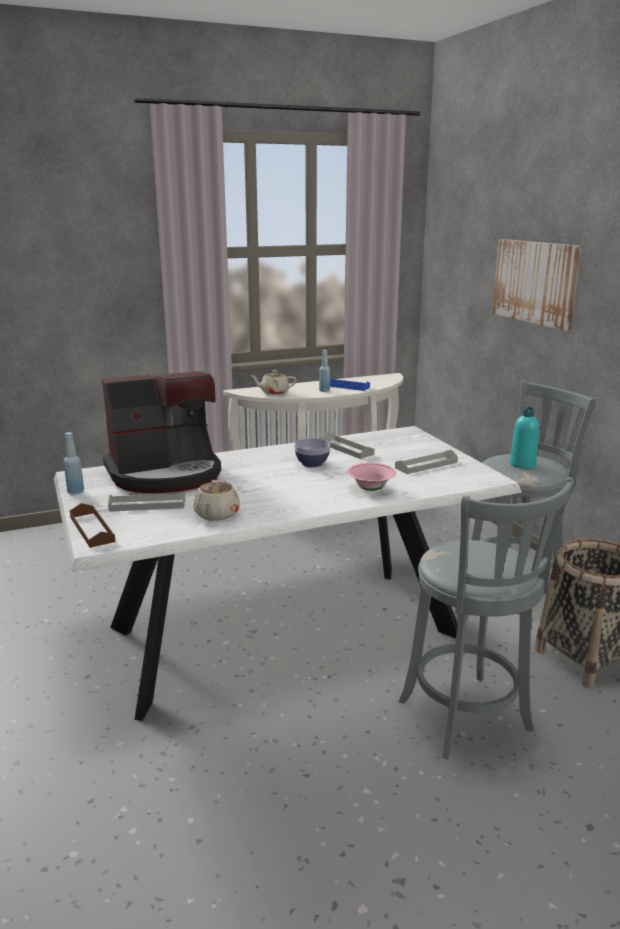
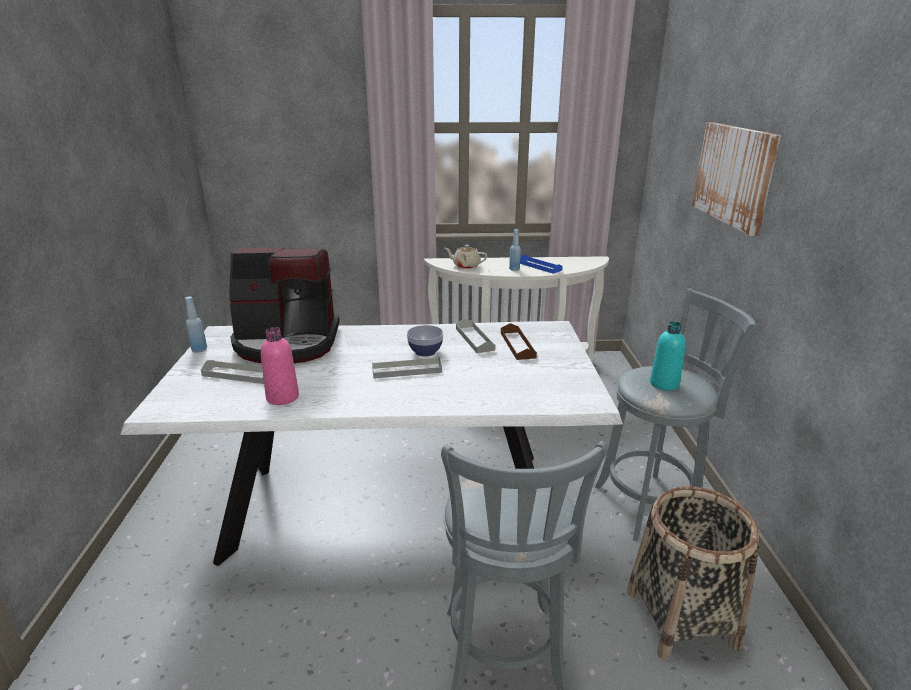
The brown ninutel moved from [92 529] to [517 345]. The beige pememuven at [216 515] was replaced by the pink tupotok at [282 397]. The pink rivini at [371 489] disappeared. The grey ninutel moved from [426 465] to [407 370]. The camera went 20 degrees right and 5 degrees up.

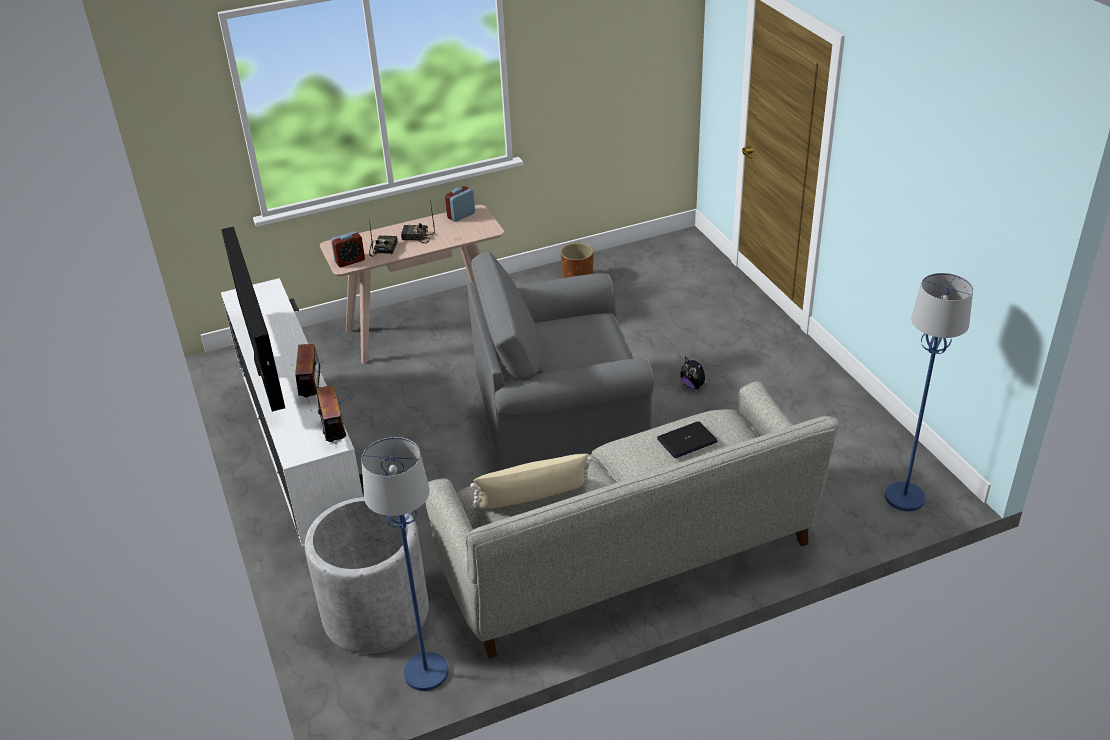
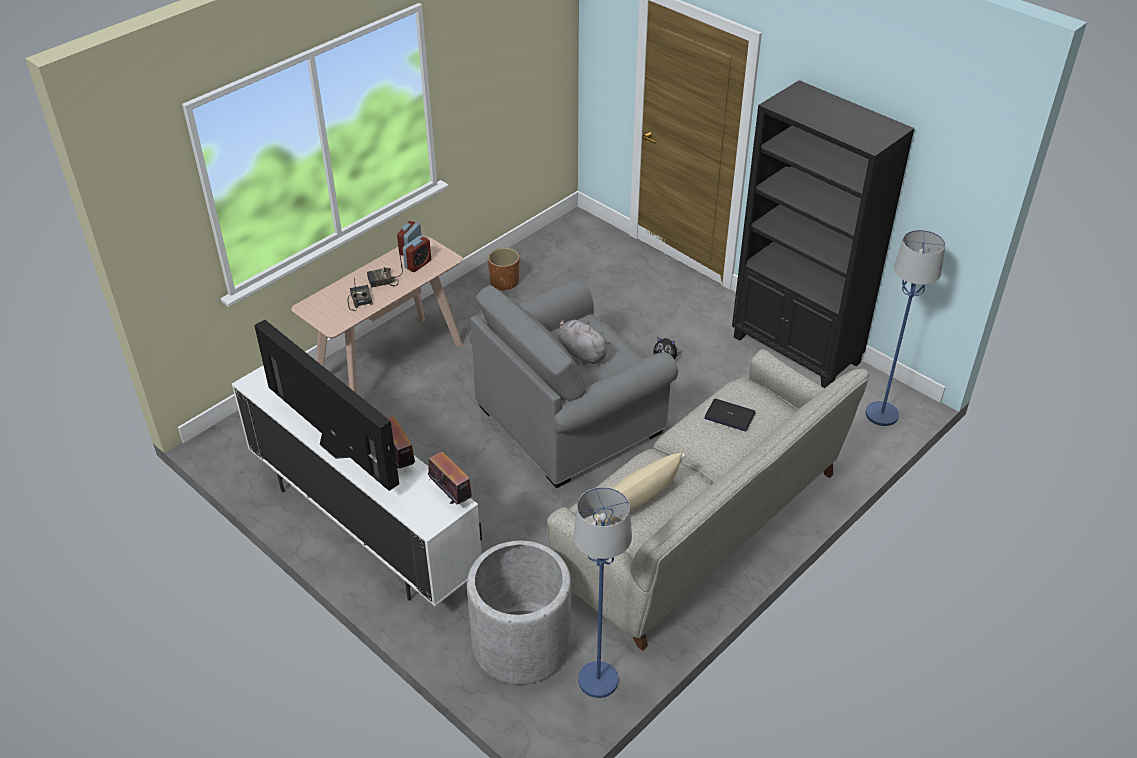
The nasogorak moved from [350 261] to [418 264]. The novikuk at [687 440] turned 75 degrees clockwise. The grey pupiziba at [580 353] appeared. The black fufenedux at [796 351] appeared. The camera went 25 degrees left and 5 degrees up.

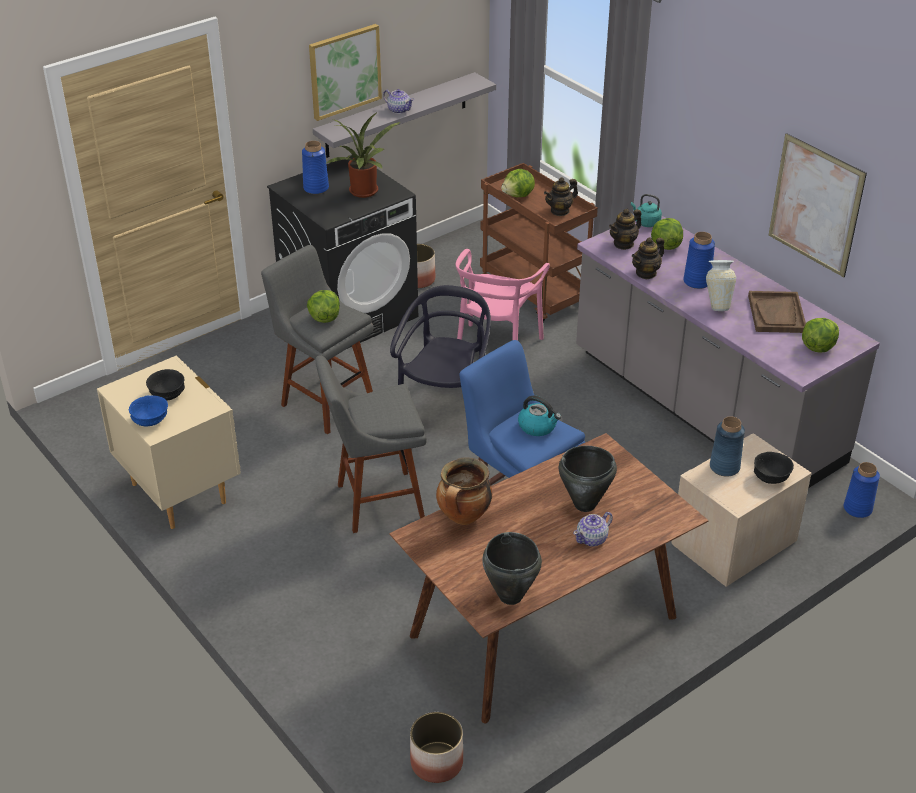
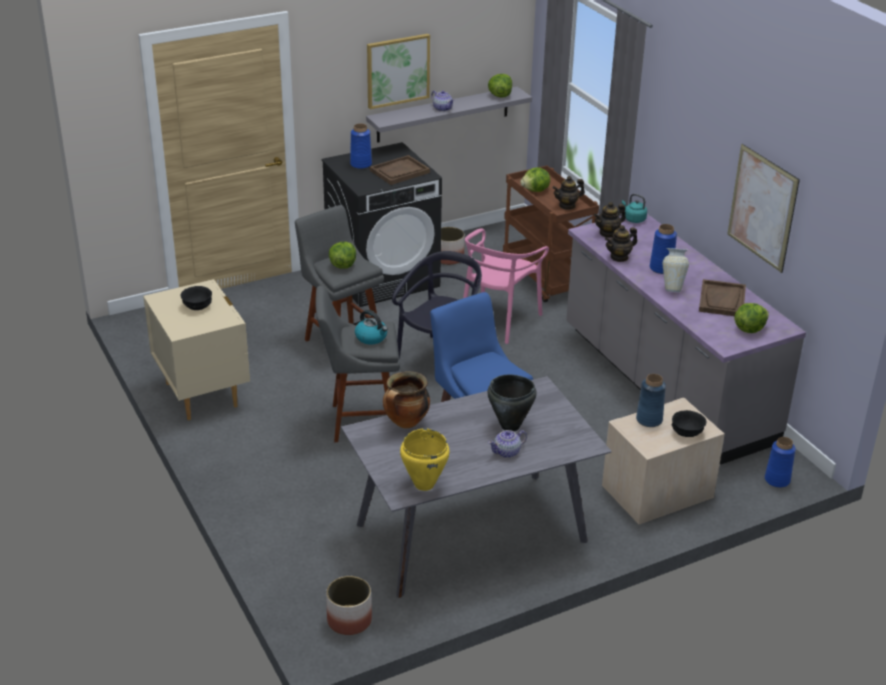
The blue rivini at [150 421] disappeared. The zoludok at [364 193] was replaced by the brown ninutel at [399 172]. The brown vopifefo at [544 628] became the grey vopifefo at [471 534]. The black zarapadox at [510 596] became the yellow zarapadox at [424 484]. The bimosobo moved from [538 426] to [371 337]. The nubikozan moved from [665 245] to [500 95]. The camera went 10 degrees right and 5 degrees down.

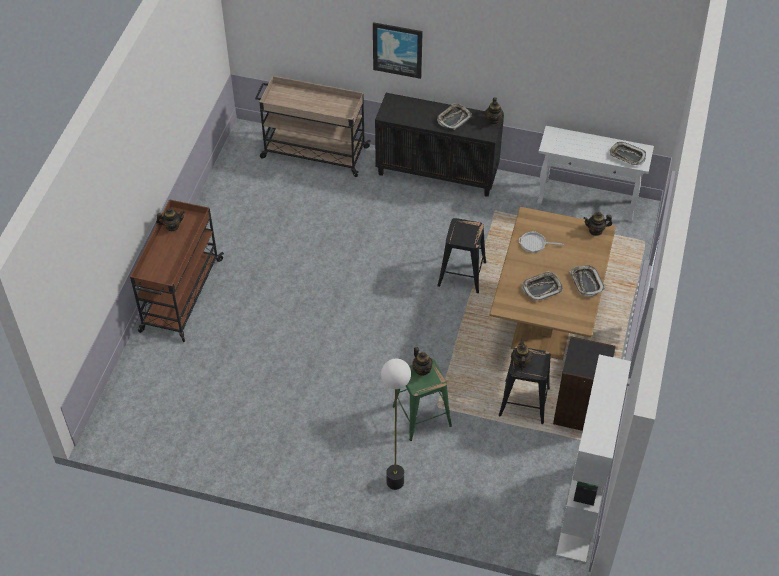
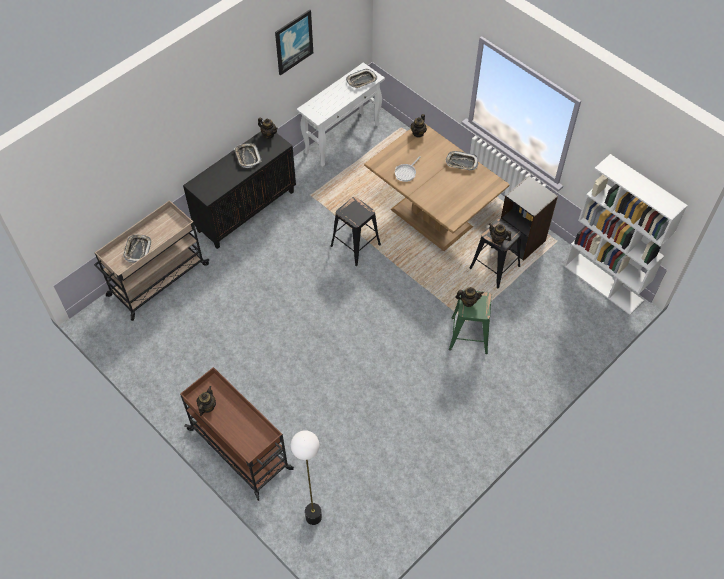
The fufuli moved from [397 49] to [293 42]. The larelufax moved from [395 482] to [314 516]. The ninutel moved from [542 288] to [137 249]. The camera went 60 degrees left and 5 degrees up.

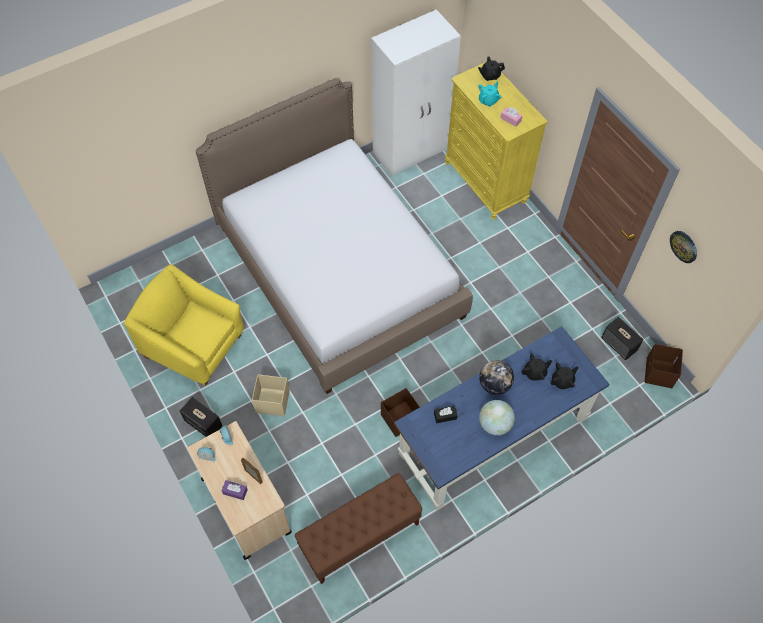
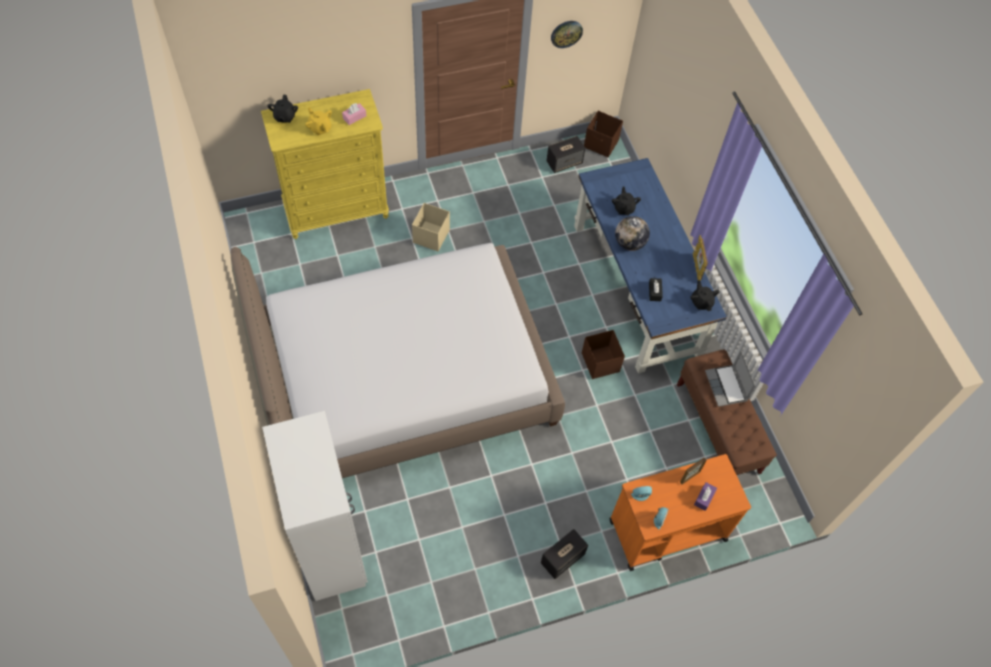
The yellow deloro at [194 345] disappeared. The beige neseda at [245 504] became the orange neseda at [667 530]. The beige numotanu moved from [272 401] to [430 236]. The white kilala moved from [411 151] to [331 547]. The turquoise pememuven at [488 100] became the yellow pememuven at [320 128]. The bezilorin at [494 424] disappeared. The black pememuven moved from [562 381] to [701 302]. The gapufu at [696 268] appeared. The novikuk at [726 386] appeared. The camera went 80 degrees left and 0 degrees up.

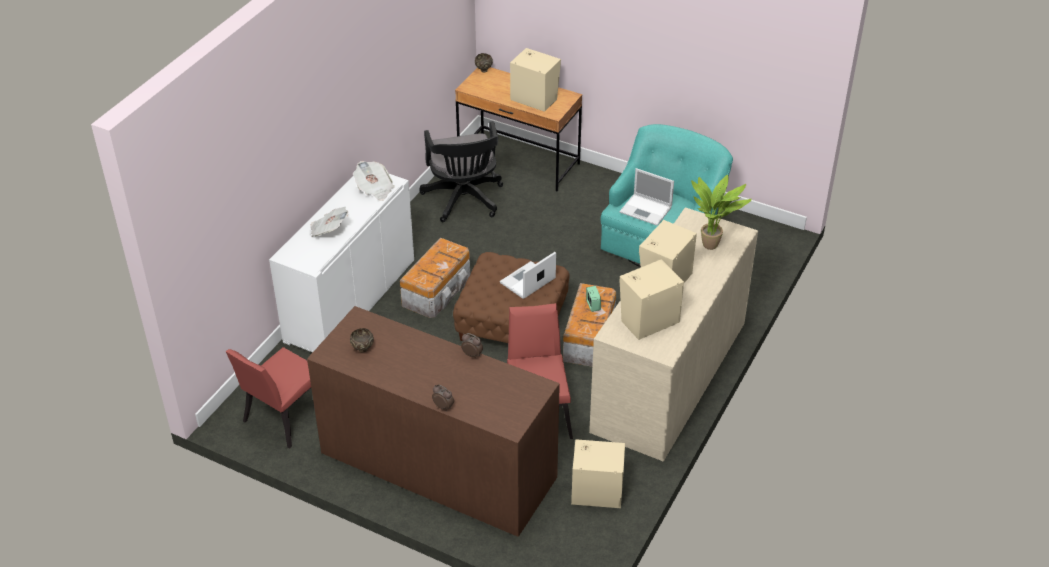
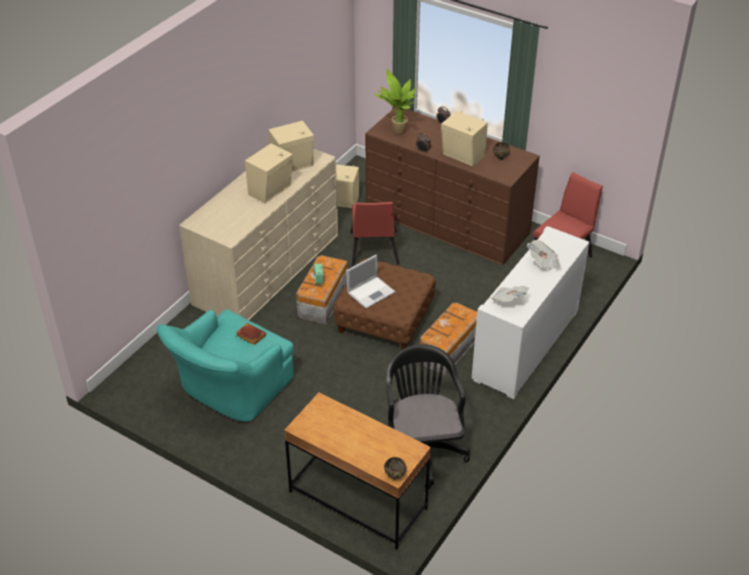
The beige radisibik moved from [534 98] to [463 156]. The novikuk at [646 210] was replaced by the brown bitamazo at [250 336]. The zoludok moved from [712 245] to [397 132]. The camera went 175 degrees left and 0 degrees up.

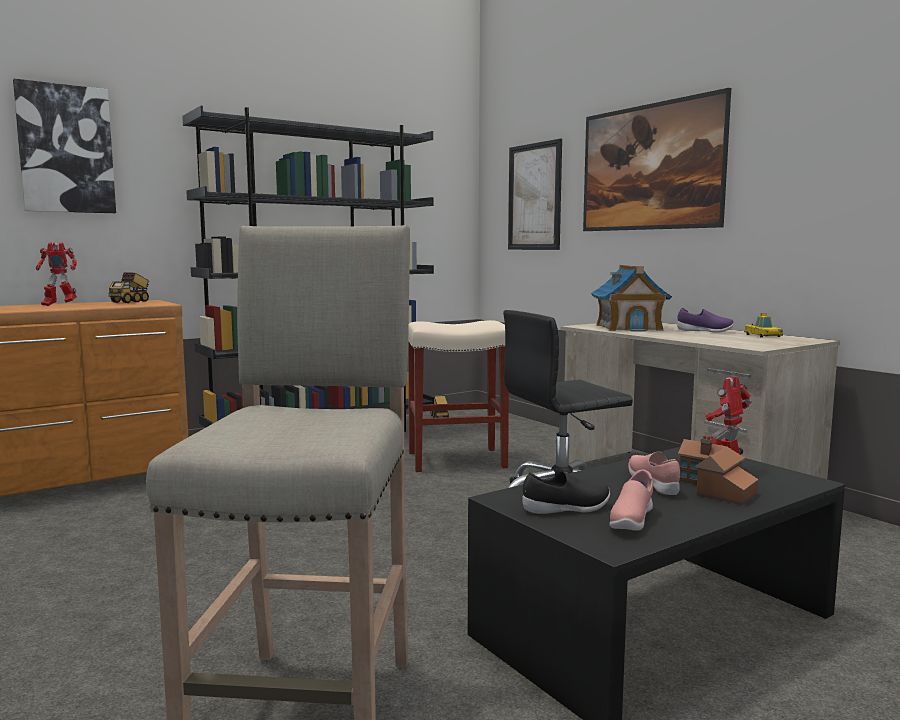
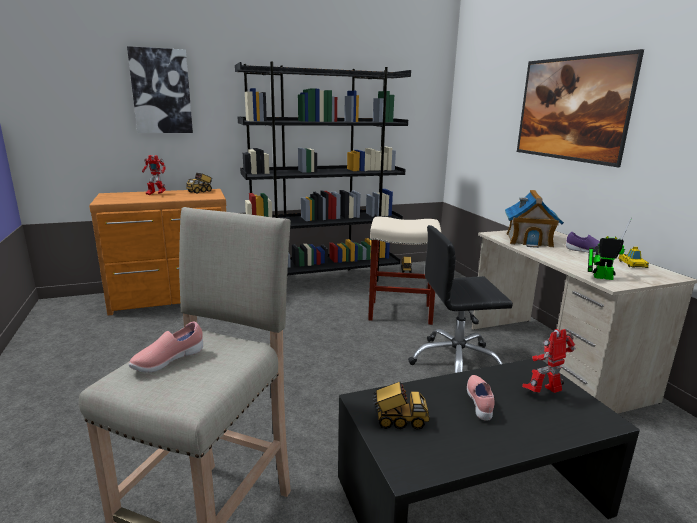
The fufuli at [534 197] disappeared. The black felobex at [567 509] was replaced by the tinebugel at [399 421]. The pink felobex moved from [631 520] to [168 361]. The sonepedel at [714 489] disappeared. The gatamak at [599 277] appeared. The camera went 15 degrees right and 10 degrees up.

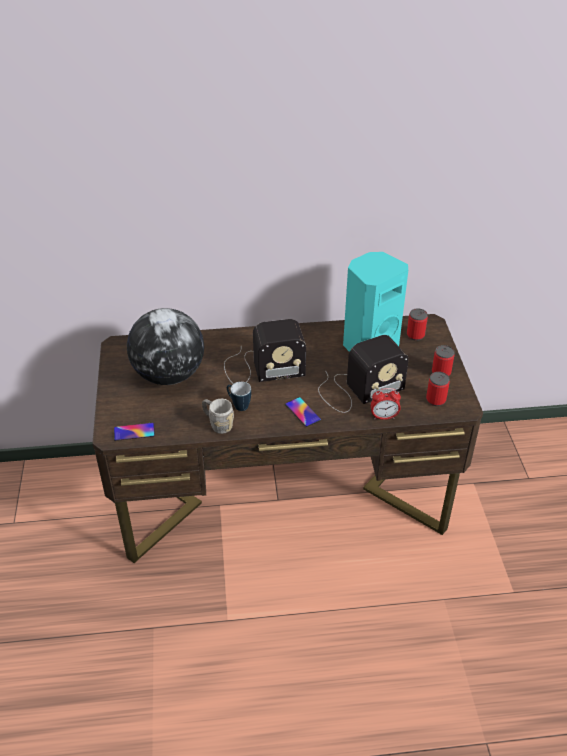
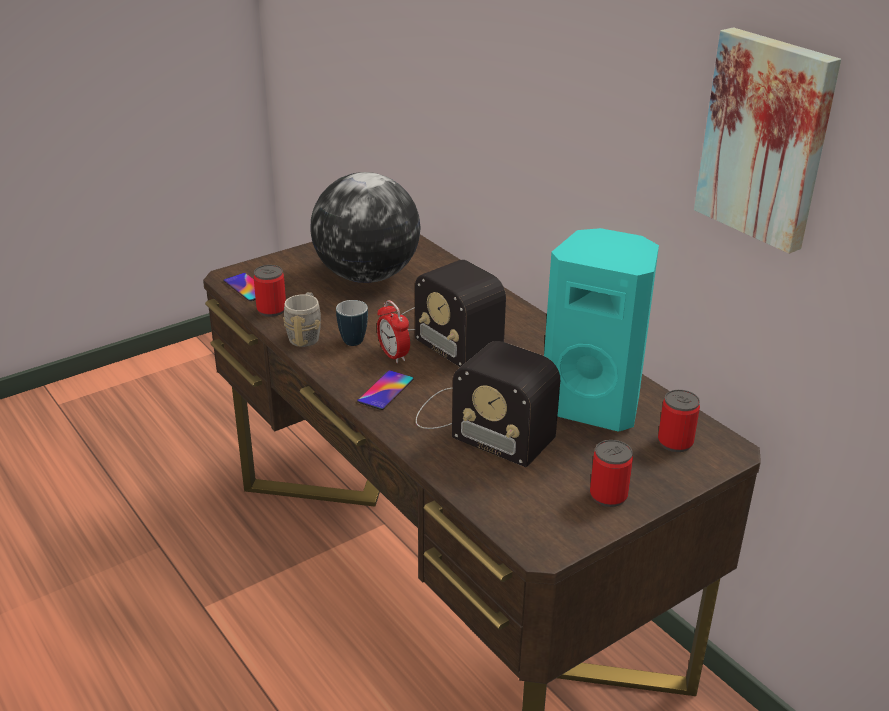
The nasogorak moved from [384 417] to [393 355]. The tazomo moved from [435 400] to [271 310]. The fufuli at [767 139] appeared. The camera went 60 degrees right and 10 degrees down.

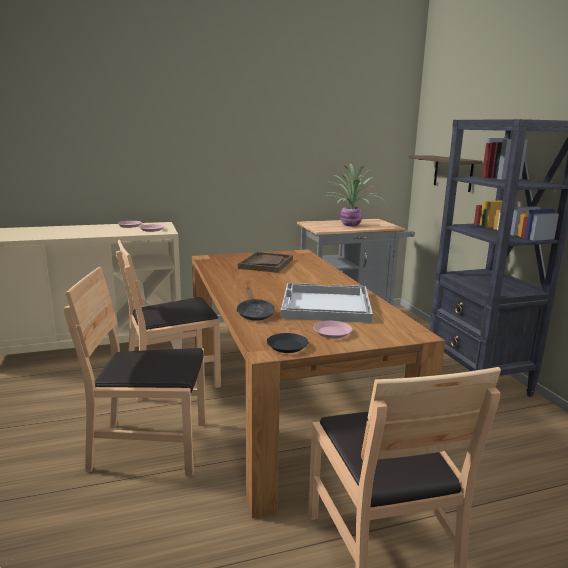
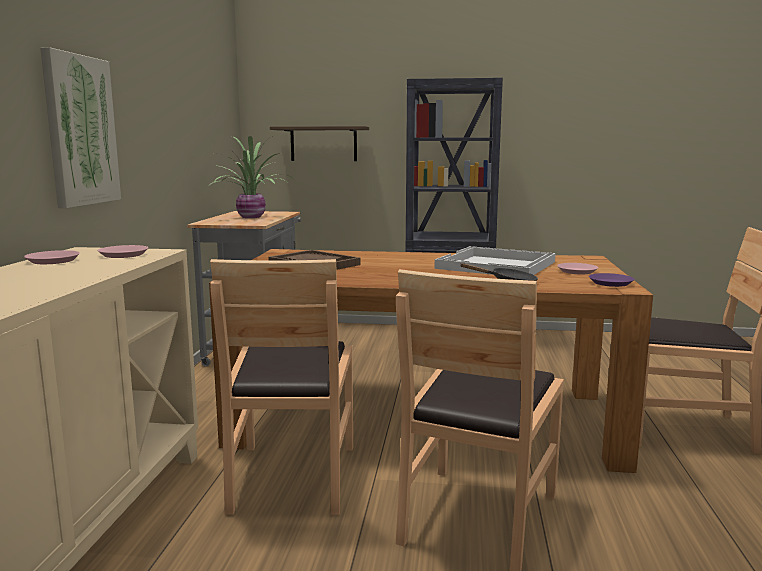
The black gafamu at [287 346] became the purple gafamu at [610 283]. The fufuli at [80 131] appeared. The camera went 65 degrees left and 5 degrees down.

